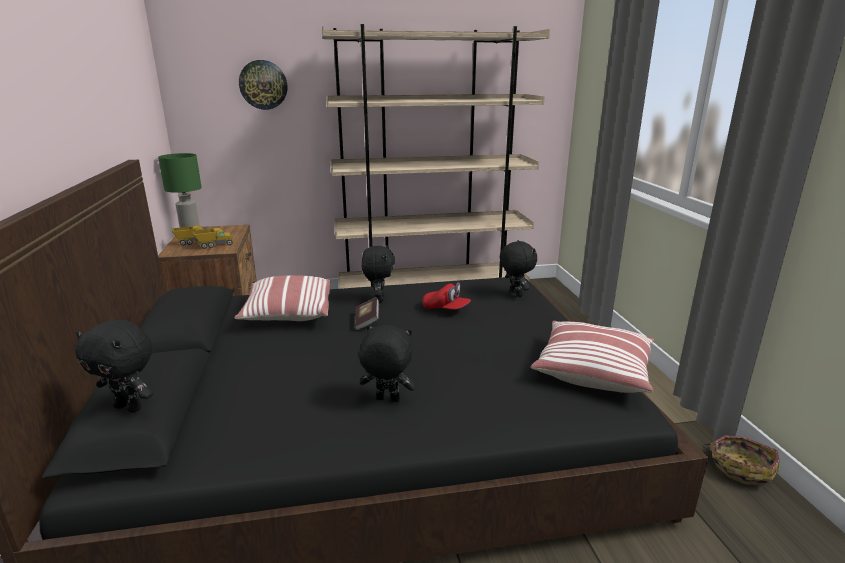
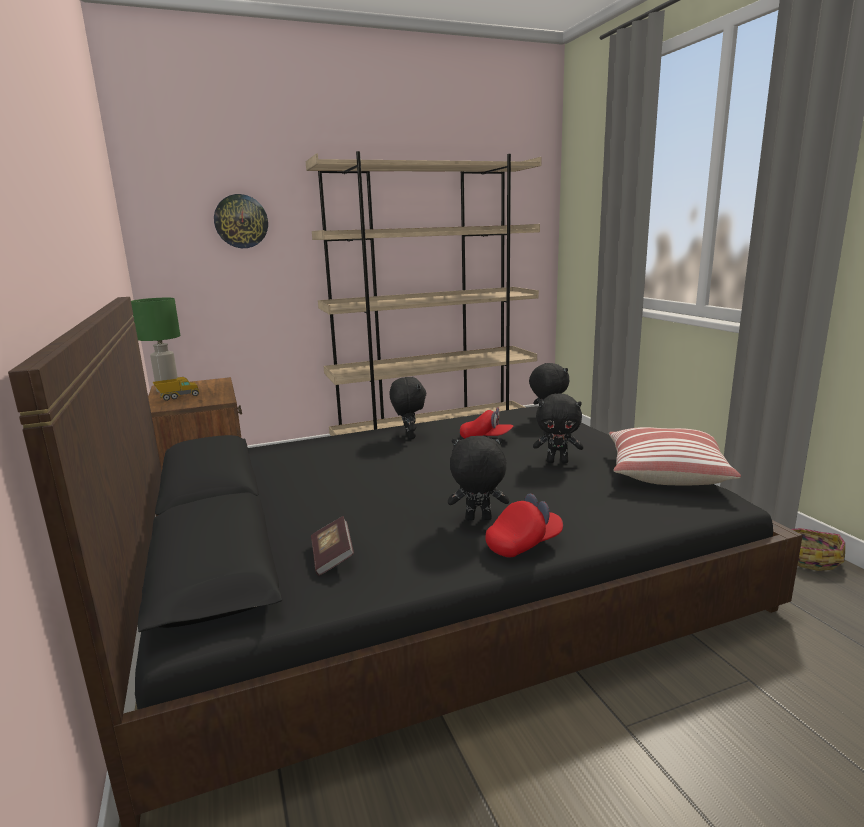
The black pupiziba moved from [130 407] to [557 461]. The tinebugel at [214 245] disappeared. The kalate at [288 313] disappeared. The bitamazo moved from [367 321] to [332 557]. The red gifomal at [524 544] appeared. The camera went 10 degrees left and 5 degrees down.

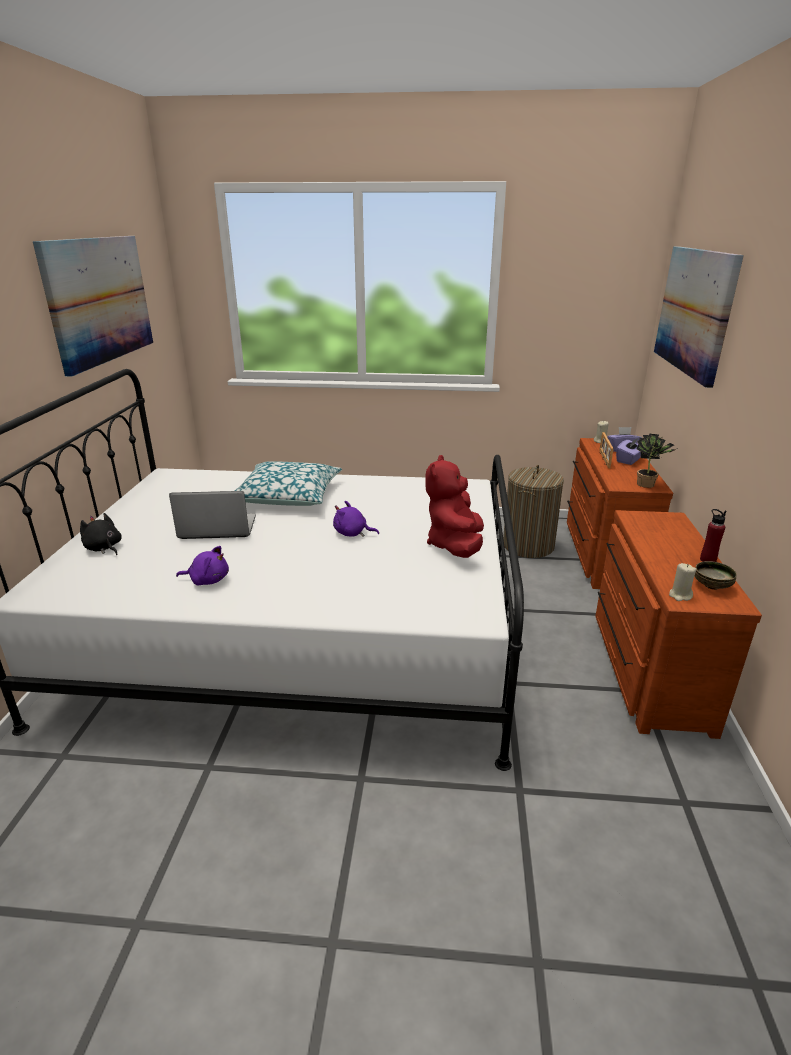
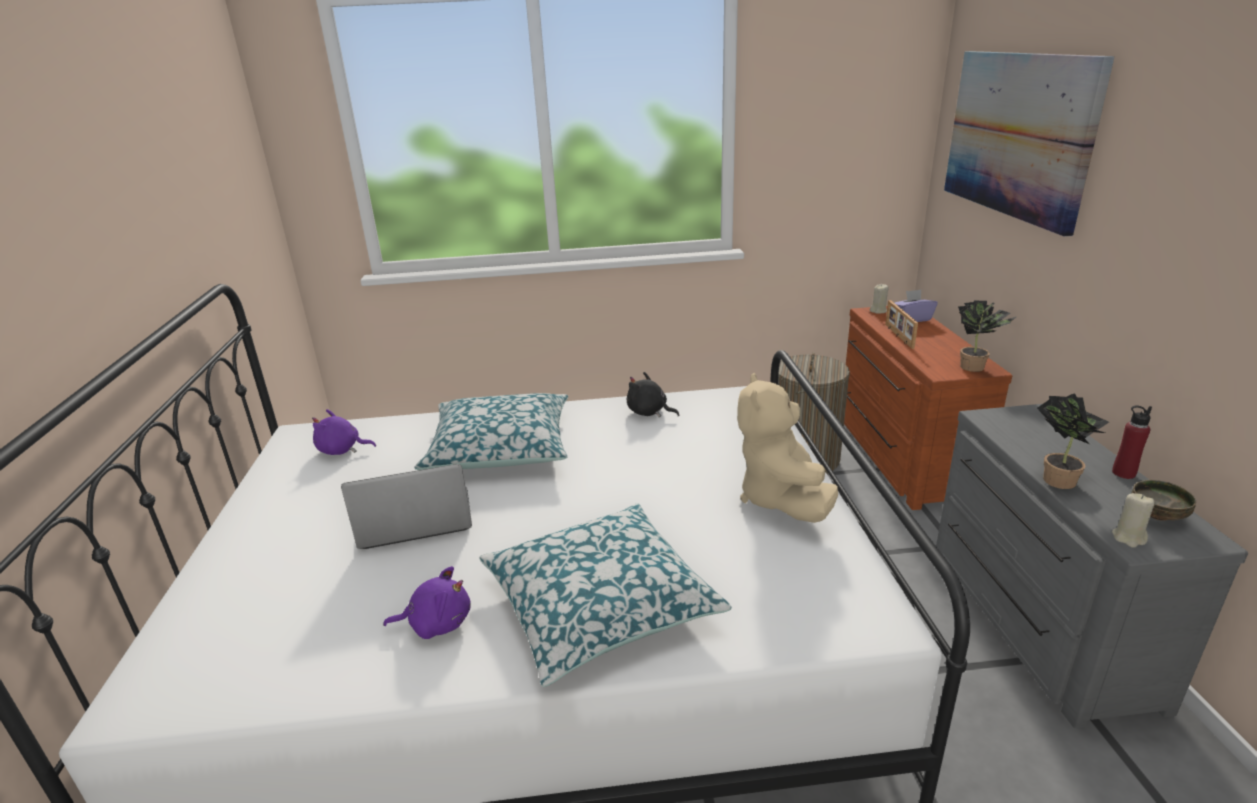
The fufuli at [99 300] disappeared. The black pupiziba moved from [104 548] to [649 412]. The purple pupiziba moved from [352 533] to [342 450]. The red pupiziba at [455 546] became the beige pupiziba at [781 499]. The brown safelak at [645 667] became the grey safelak at [1032 620]. The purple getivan at [628 460] disappeared. The kalate at [599 605] appeared. The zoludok at [1056 478] appeared. The camera went 10 degrees left and 0 degrees up.

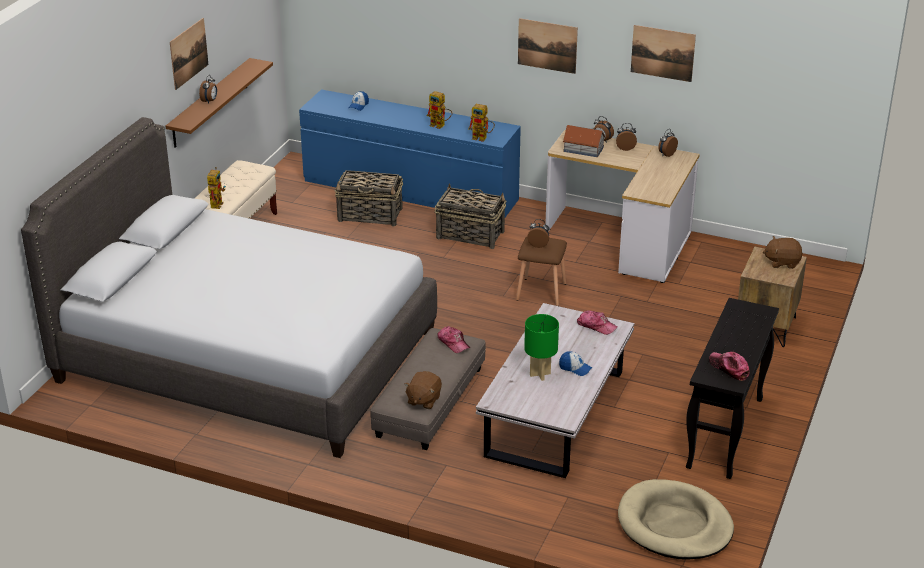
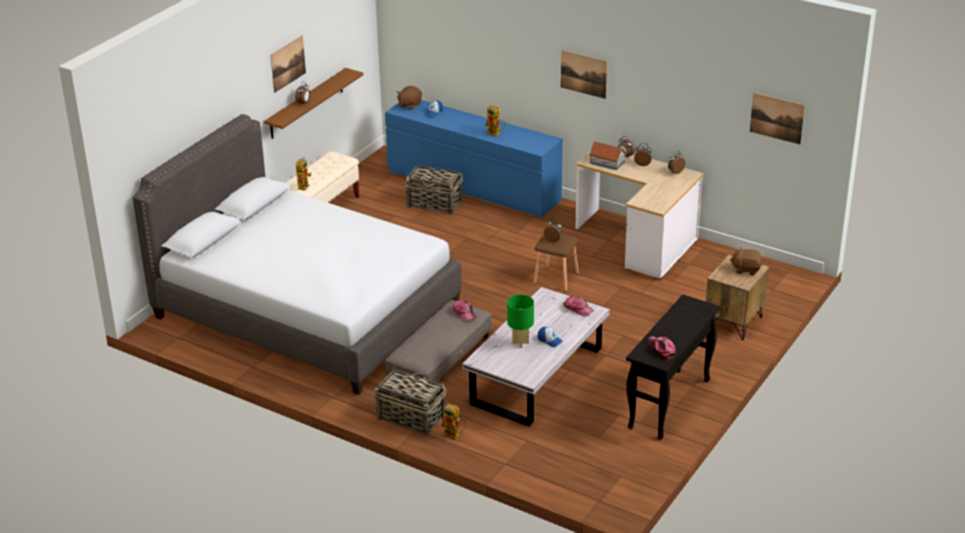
The brown pupiziba moved from [423 400] to [409 105]. The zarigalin moved from [469 234] to [410 417]. The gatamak moved from [482 138] to [455 435]. The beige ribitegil at [674 525] disappeared. The fufuli moved from [662 53] to [777 118]. The camera went 10 degrees right and 0 degrees up.

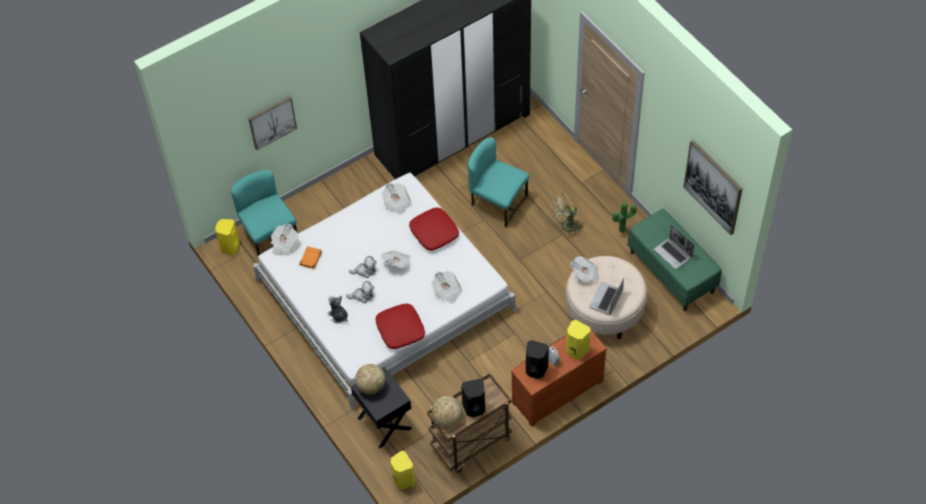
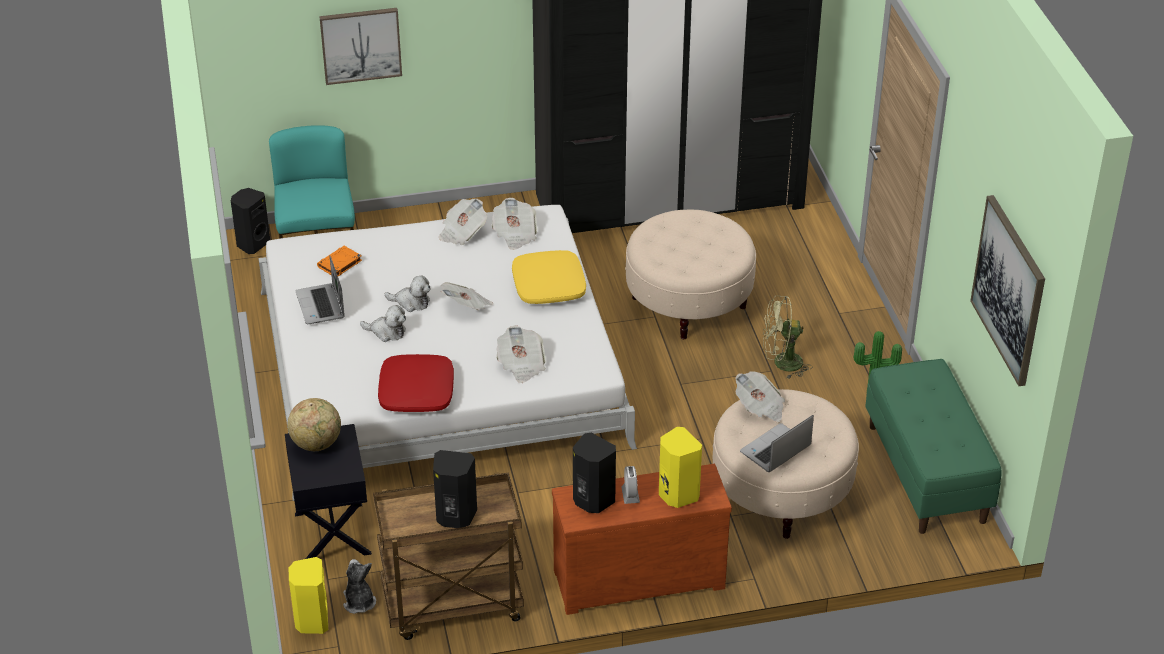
The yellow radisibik at [229 247] became the black radisibik at [252 244]. The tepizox moved from [284 245] to [462 232]. The pupiziba moved from [338 316] to [359 602]. The red kalate at [434 232] became the yellow kalate at [548 285]. The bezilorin at [447 418] disappeared. The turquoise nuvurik at [497 203] was replaced by the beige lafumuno at [689 302]. The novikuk moved from [673 254] to [321 305]. The camera went 20 degrees right and 15 degrees down.

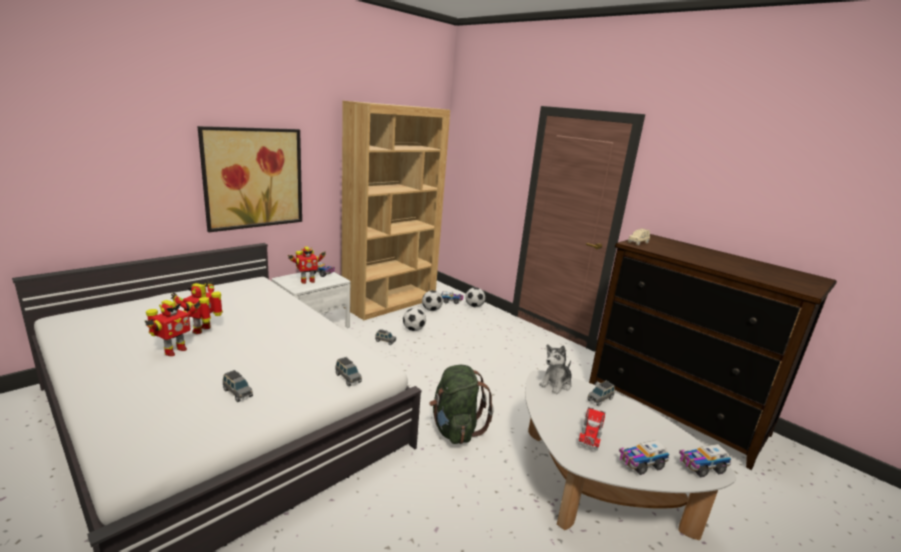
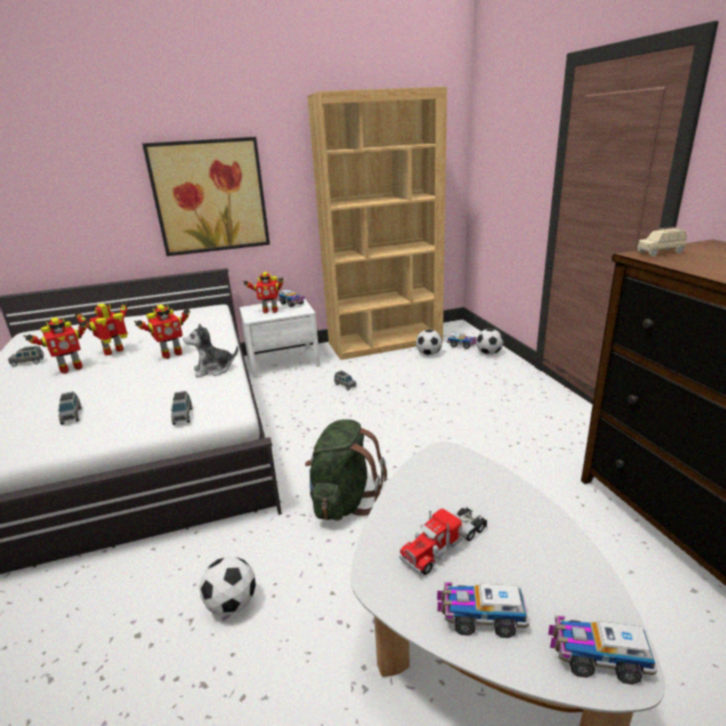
The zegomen moved from [413 329] to [232 604]. The pupiziba moved from [556 384] to [214 370]. The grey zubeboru moved from [600 399] to [29 363]. The gatamak at [171 354] appeared. The camera went 30 degrees right and 5 degrees up.

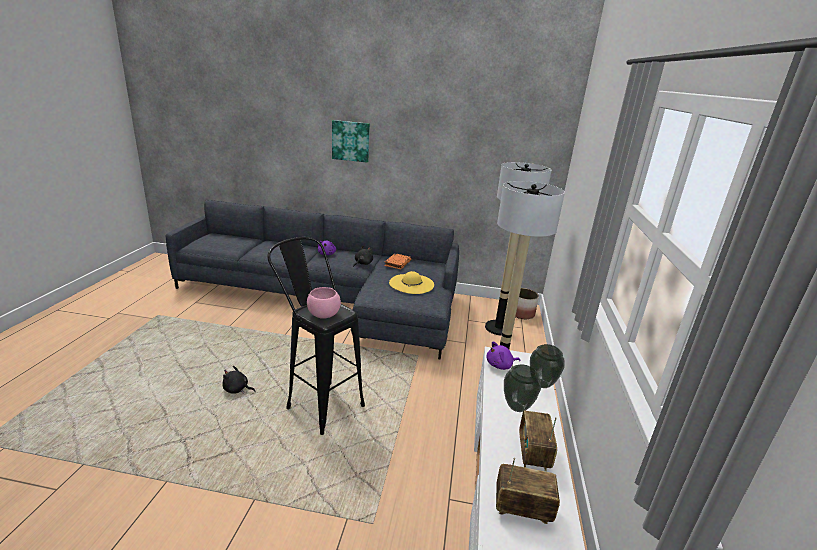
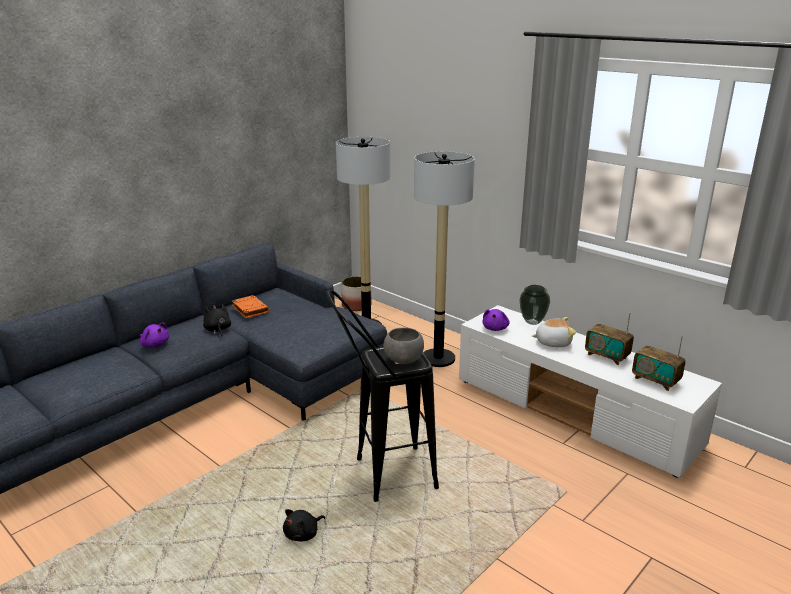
The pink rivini at [323 315] became the grey rivini at [404 360]. The fufuli at [351 141] disappeared. The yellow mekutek at [411 284] disappeared. The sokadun at [522 509] turned 90 degrees counterclockwise. The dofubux at [517 407] was replaced by the pupiziba at [553 342]. The camera went 55 degrees left and 0 degrees up.

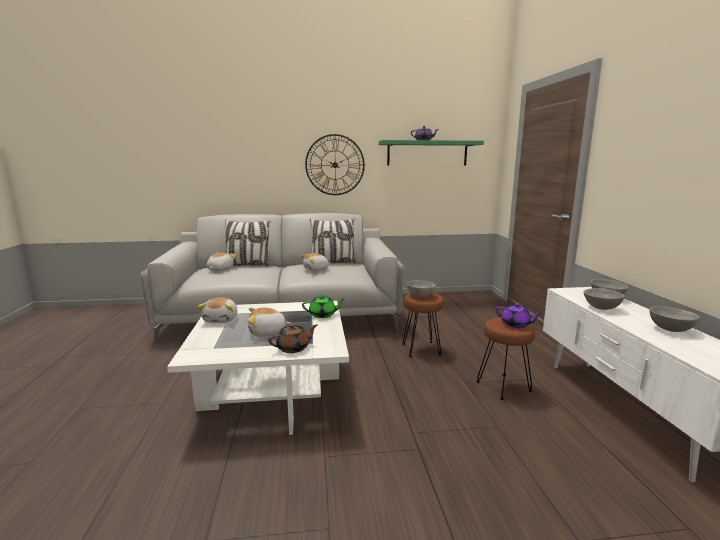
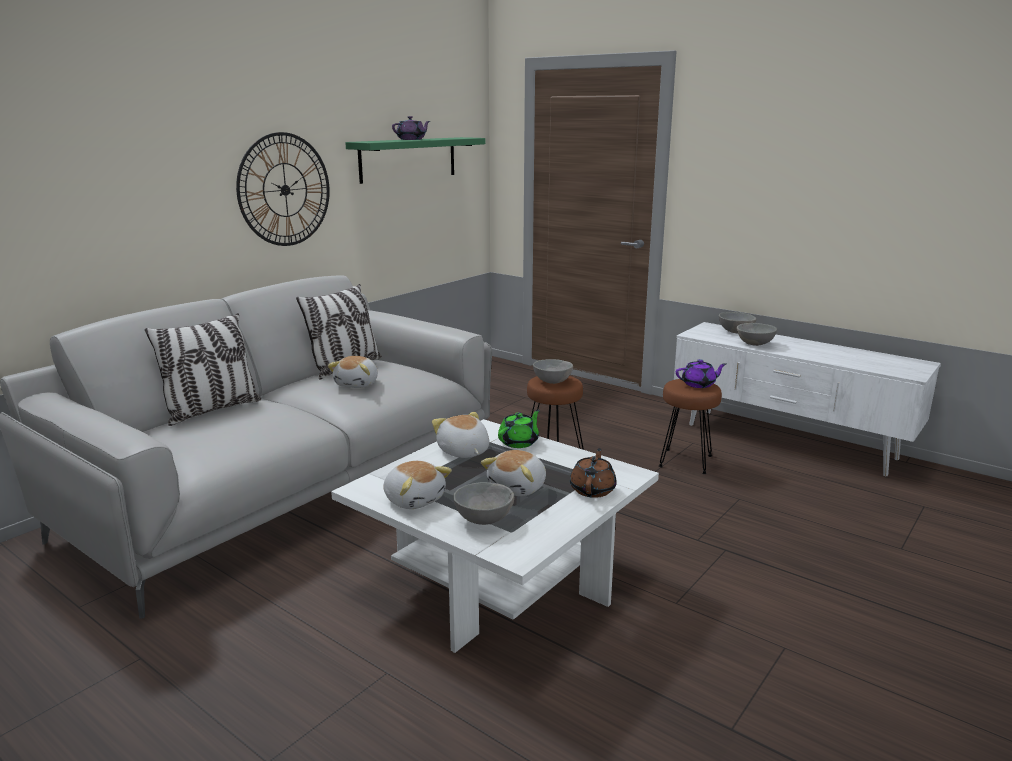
The pupiziba moved from [219 270] to [463 452]. The grey rivini moved from [669 329] to [483 519]. The camera went 45 degrees left and 5 degrees up.

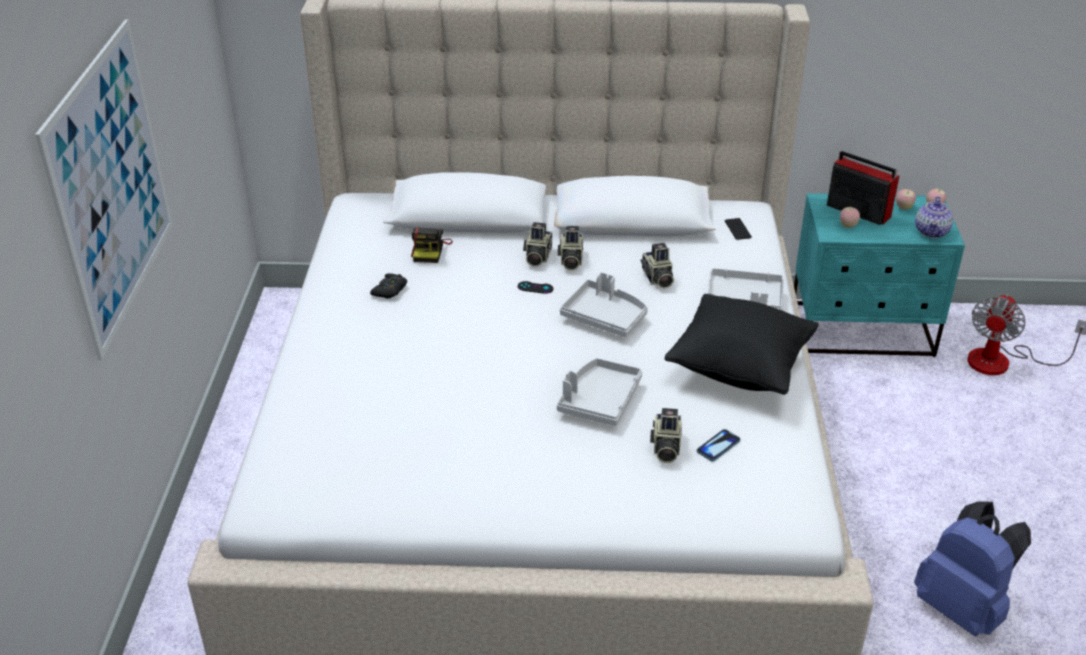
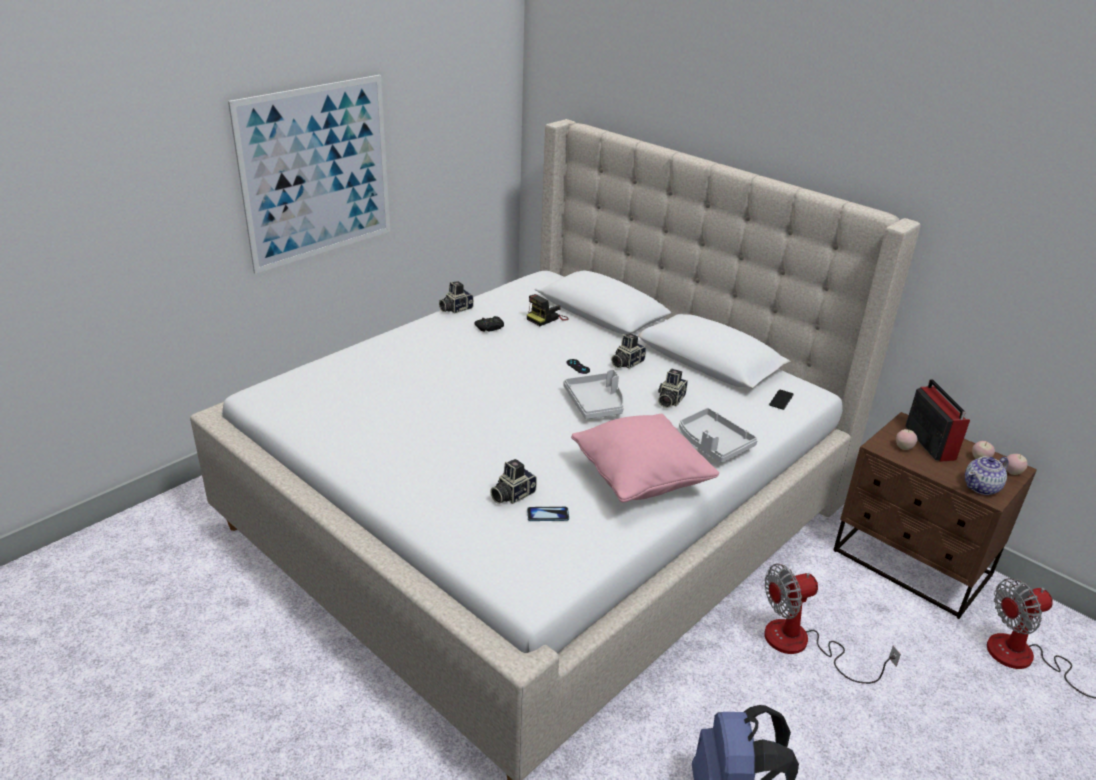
The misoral moved from [537 257] to [455 308]. The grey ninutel at [599 400] disappeared. The black kalate at [739 368] became the pink kalate at [640 480]. The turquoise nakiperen at [862 331] became the brown nakiperen at [911 564]. The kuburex at [801 645] appeared. The camera went 40 degrees right and 5 degrees down.

